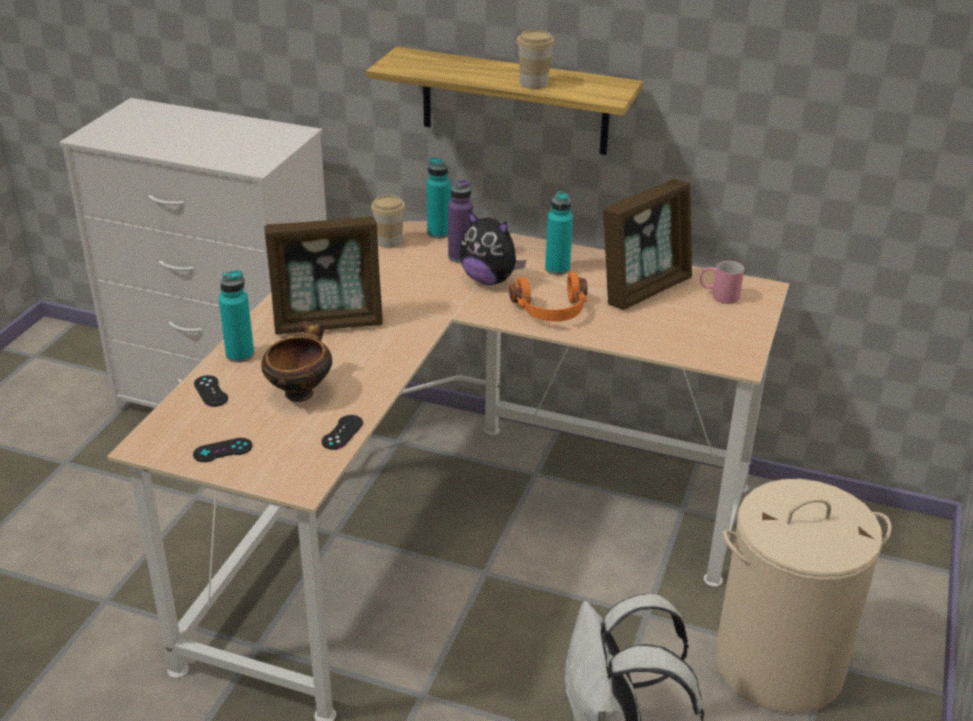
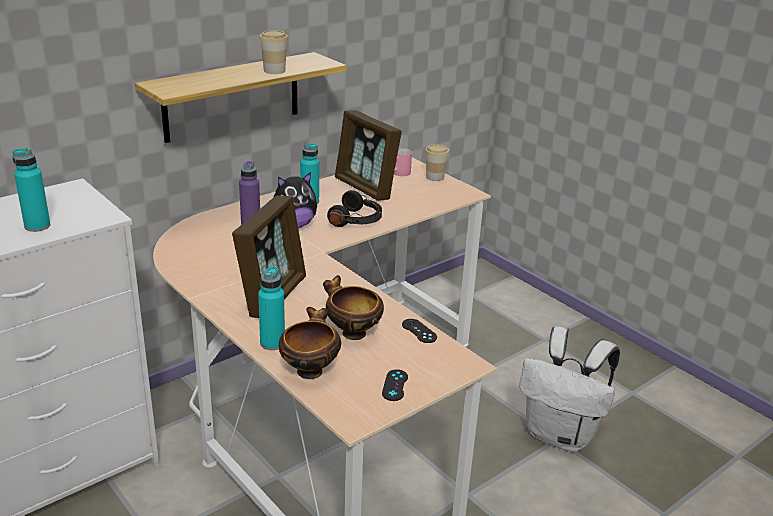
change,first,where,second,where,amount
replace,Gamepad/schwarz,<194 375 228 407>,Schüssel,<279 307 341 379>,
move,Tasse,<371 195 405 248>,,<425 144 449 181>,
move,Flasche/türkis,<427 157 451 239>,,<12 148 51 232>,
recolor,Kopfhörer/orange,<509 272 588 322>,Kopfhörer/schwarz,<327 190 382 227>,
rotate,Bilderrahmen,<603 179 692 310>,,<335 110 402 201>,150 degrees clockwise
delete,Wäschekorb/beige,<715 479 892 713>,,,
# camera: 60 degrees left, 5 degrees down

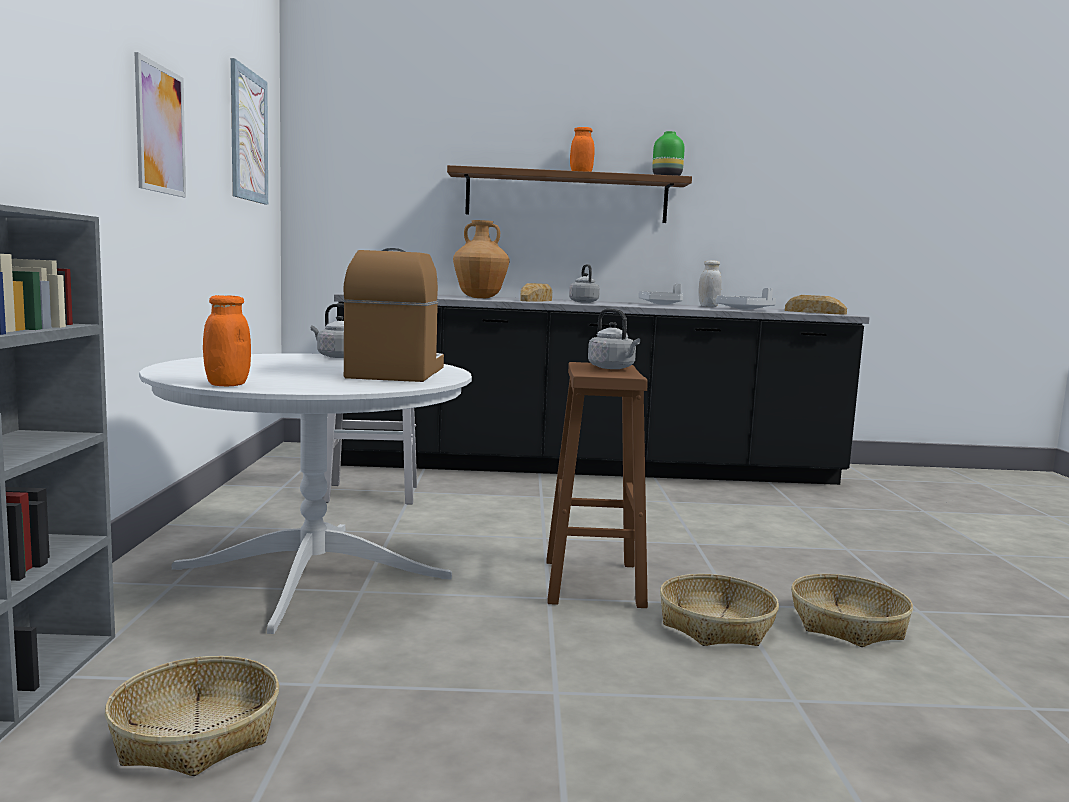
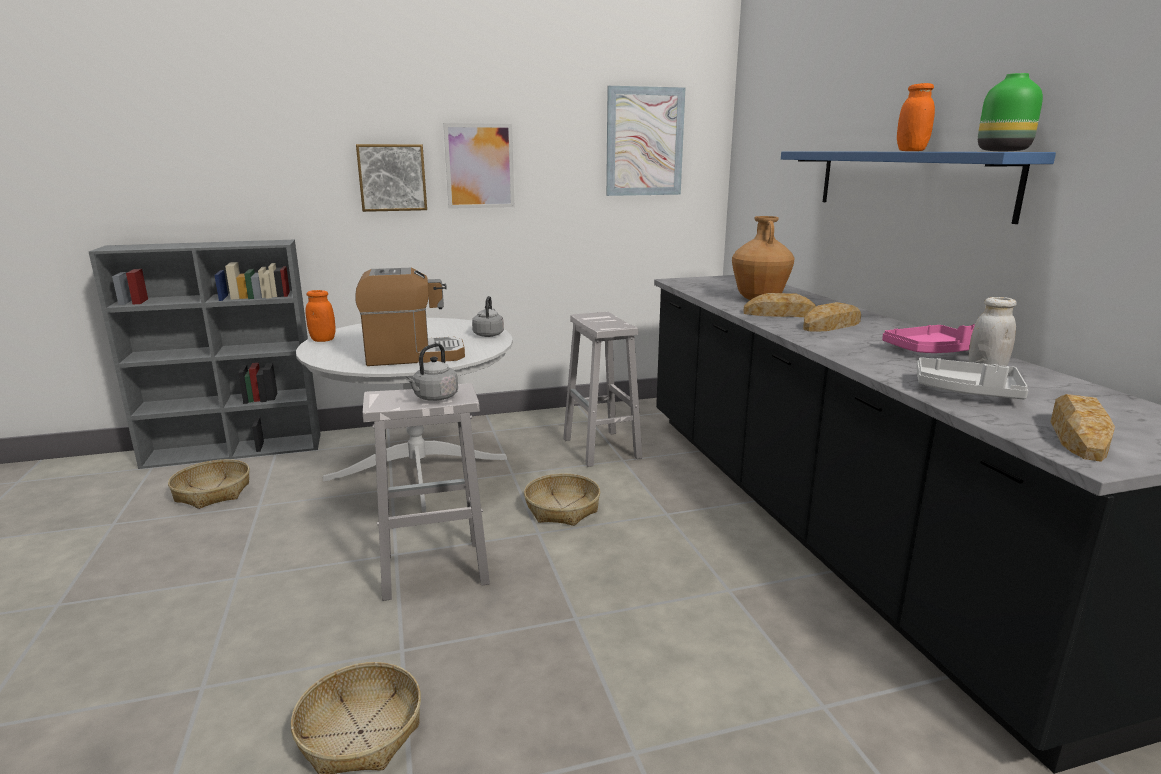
change,first,where,second,where,amount
recolor,Wandregal/braun,<447 165 692 223>,Wandregal/blau,<781 151 1056 224>,
recolor,Hocker/braun,<546 362 648 608>,Hocker/weiß,<363 383 490 601>,
replace,Wasserkessel/grau,<569 264 600 303>,Brot,<803 302 861 332>,
recolor,Tablett/grau,<638 284 683 305>,Tablett/rosa,<882 324 975 353>,
move,Korb,<660 574 779 646>,,<524 473 600 526>,
insert,,,Bild,<356 144 427 212>,
# camera: 75 degrees right, 10 degrees up

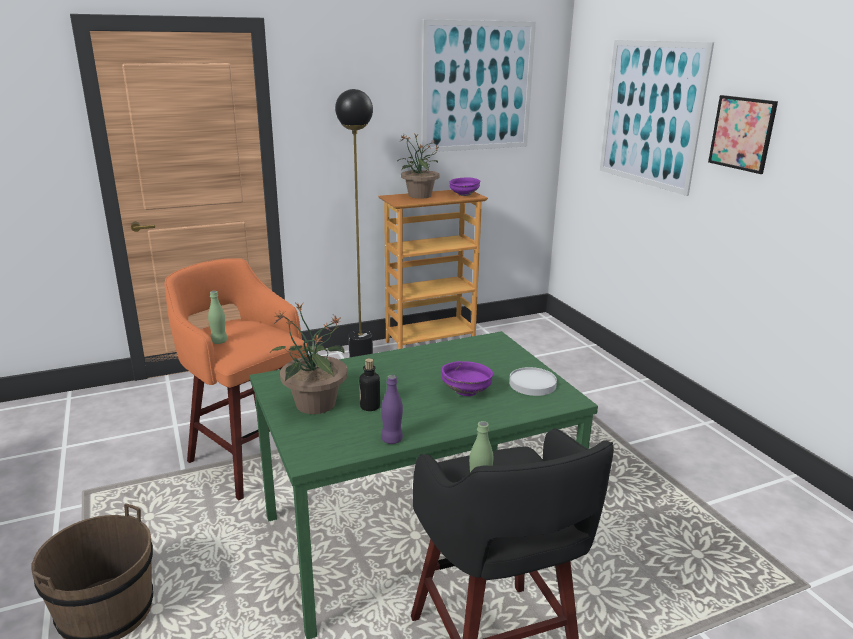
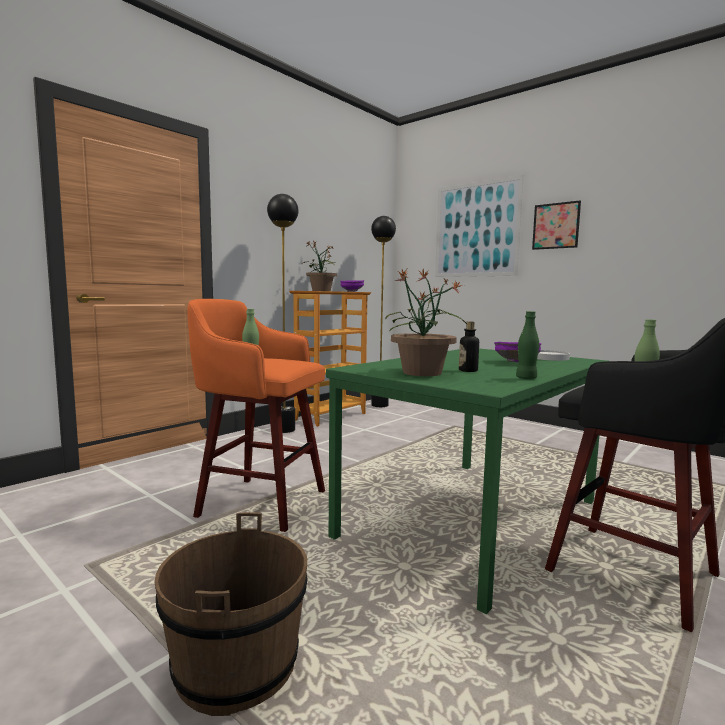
change,first,where,second,where,amount
recolor,Flasche/lila,<381 375 403 444>,Flasche/grün,<516 311 539 379>,
delete,Bild,<421 19 536 153>,,,
insert,,,Stehlampe/schwarz,<371 216 396 407>,
# camera: 25 degrees left, 15 degrees down

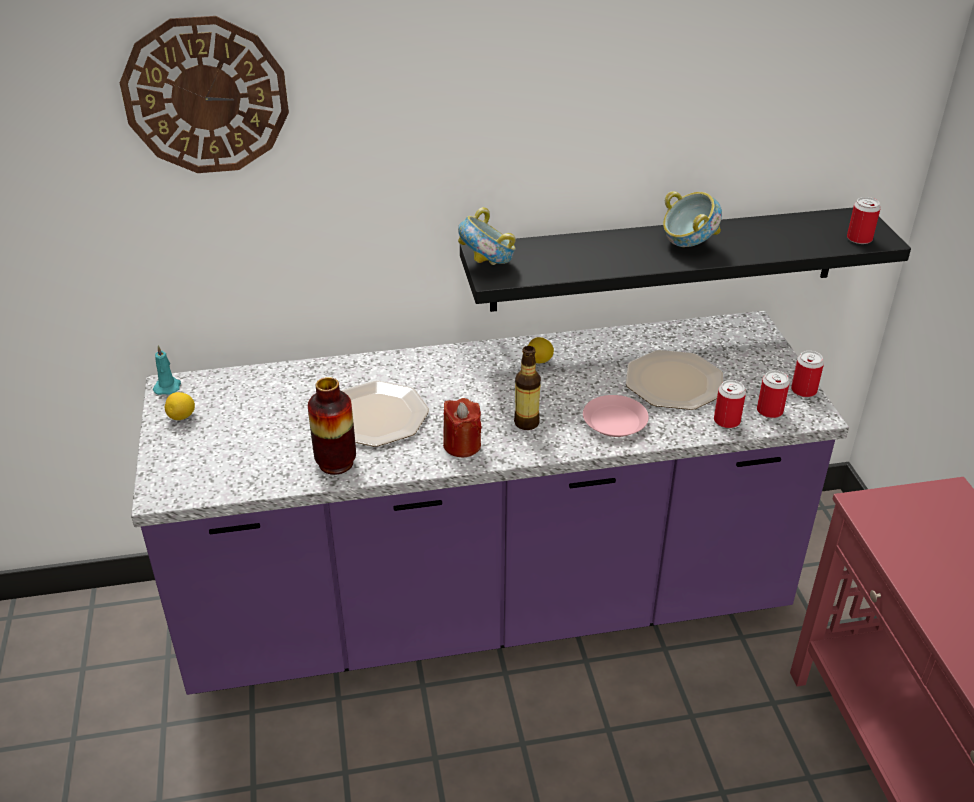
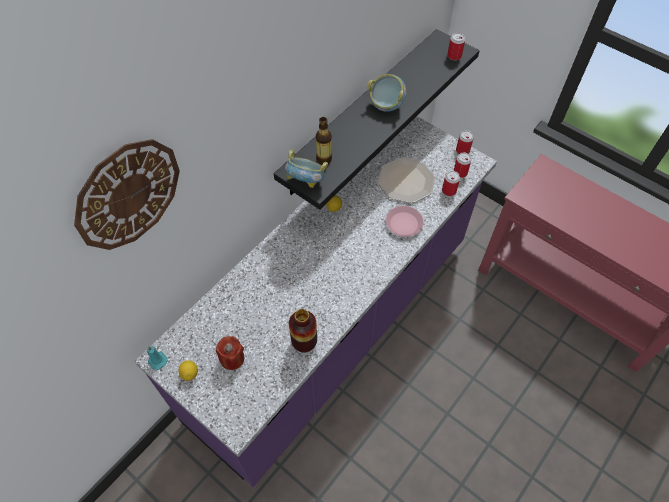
change,first,where,second,where,amount
delete,Teller,<341 381 429 447>,,,
move,Kerze/rot,<443 398 482 457>,,<216 336 244 370>,
move,Flasche,<514 346 541 430>,,<316 117 332 165>,
# camera: 40 degrees left, 20 degrees up

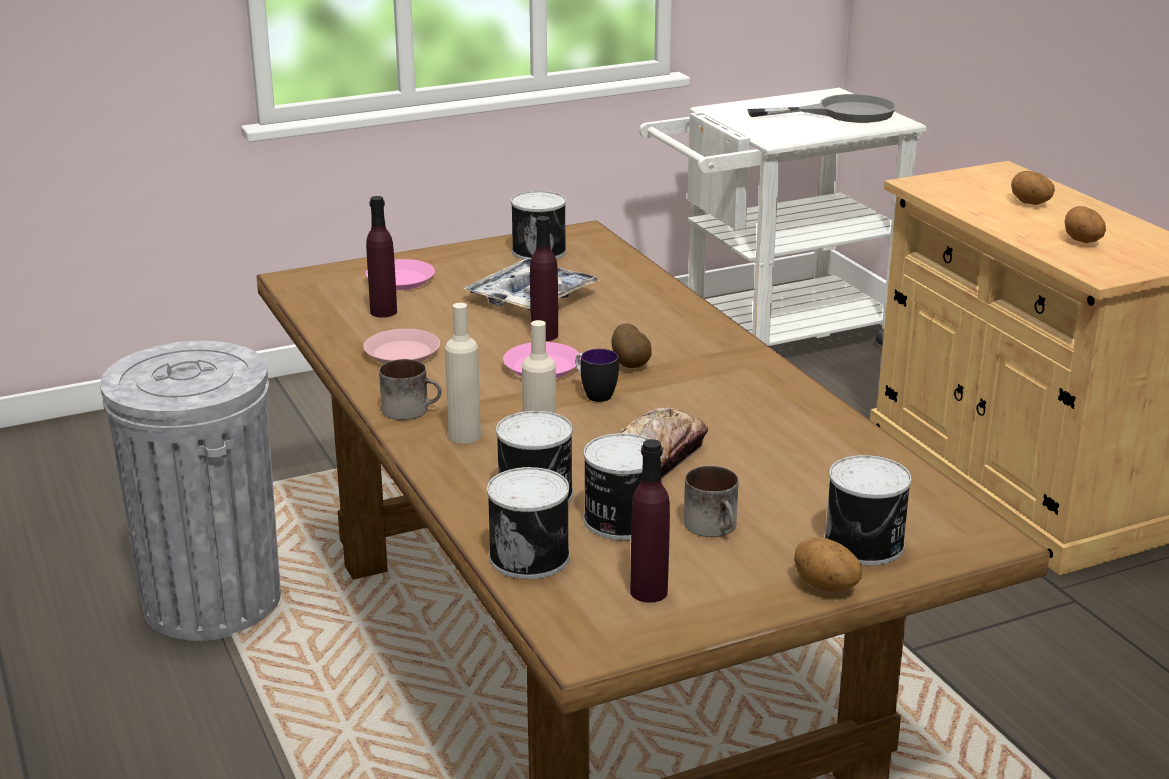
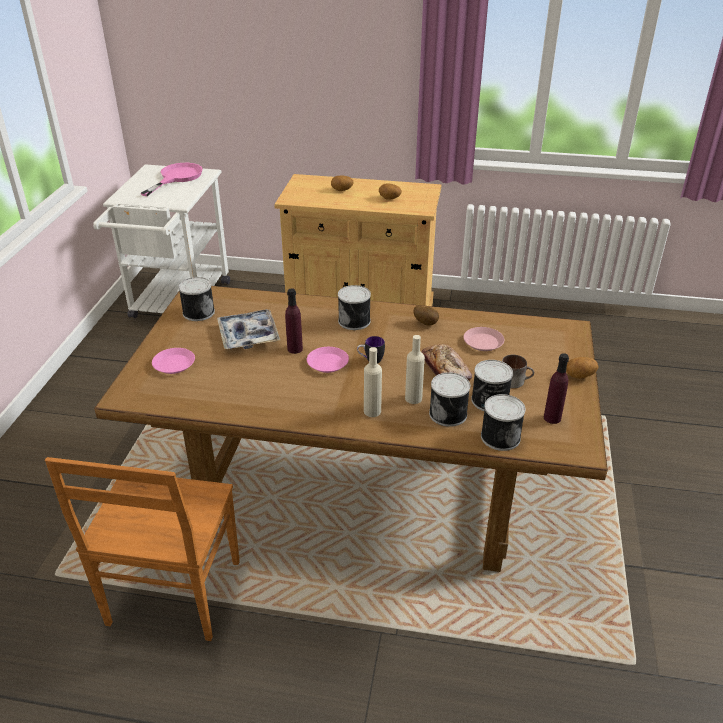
change,first,where,second,where,amount
replace,Mülleimer/grau,<100 341 281 641>,Stuhl/braun,<45 457 240 641>,
move,Teller/rosa,<363 329 440 364>,,<463 327 504 351>,
delete,Flasche/lila,<366 196 397 318>,,,
delete,Henkelbecher,<379 359 442 420>,,,
move,Kartoffel,<612 323 652 368>,,<414 305 439 325>,
recolor,Pfanne/grau,<747 94 897 123>,Pfanne/rosa,<141 163 203 196>,
move,Dose,<824 455 912 566>,,<338 285 371 330>,
# camera: 55 degrees left, 10 degrees up

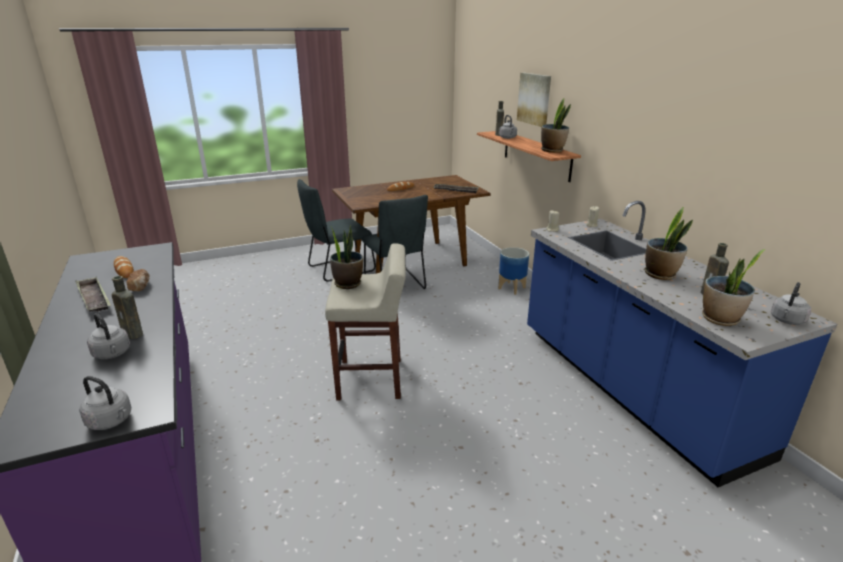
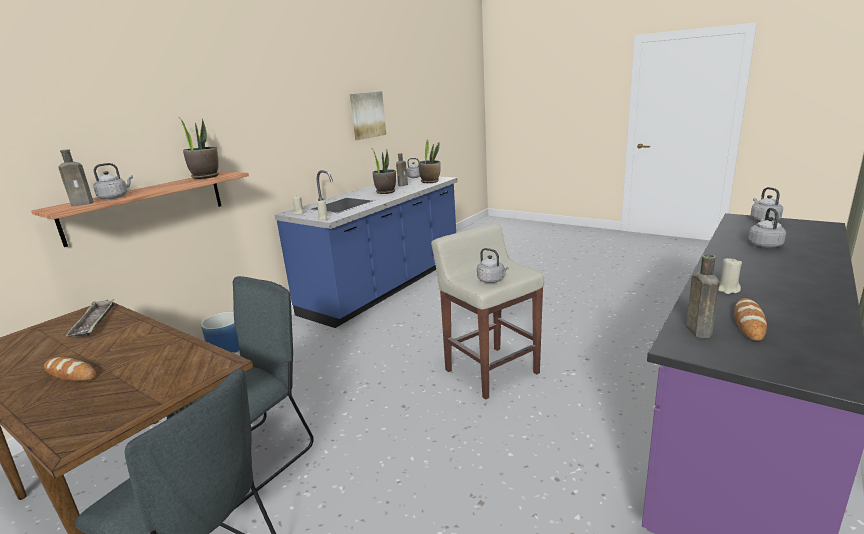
change,first,where,second,where,amount
delete,Tablett,<75 277 111 312>,,,
move,Flasche/braun,<112 276 143 339>,,<686 254 719 338>,
replace,Brot,<127 269 150 291>,Kerze/beige,<718 258 742 294>,
replace,Topfpflanze,<329 225 363 289>,Wasserkessel/grau,<477 248 508 283>,
move,Bild,<517 73 551 127>,,<350 91 386 140>,
# camera: 120 degrees left, 5 degrees down

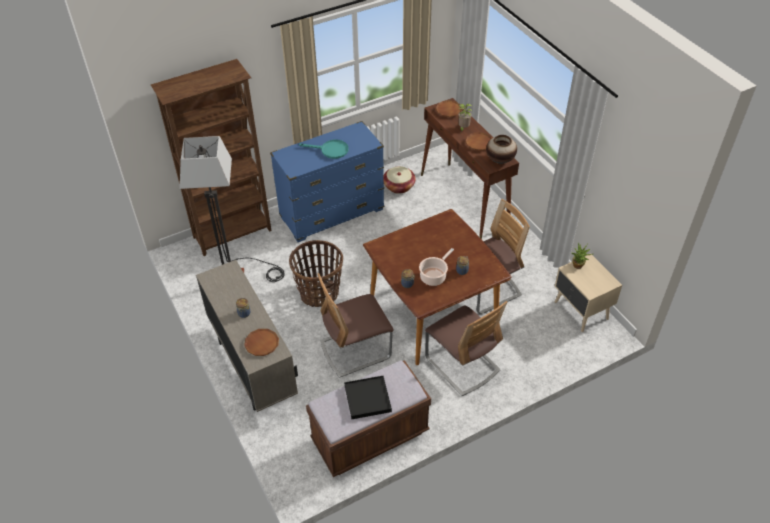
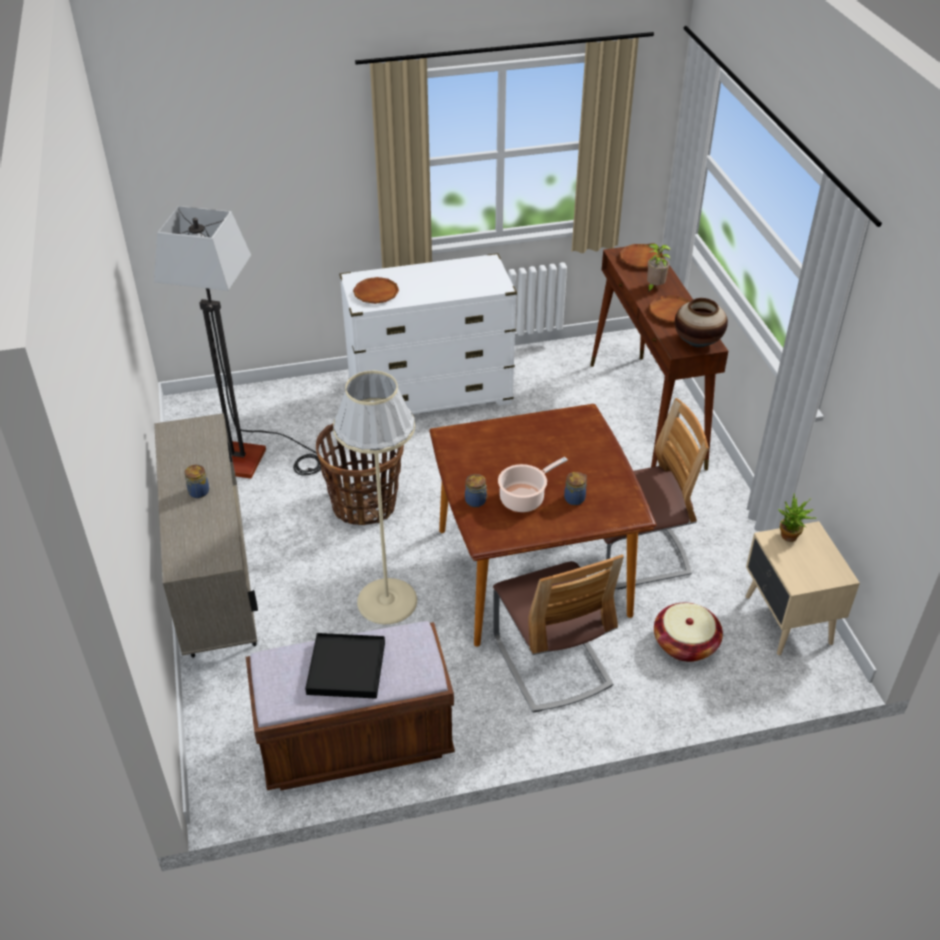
change,first,where,second,where,amount
delete,Bücherregal/braun,<151 59 272 256>,,,
move,Teller/braun,<244 329 279 356>,,<353 277 399 304>,
recolor,Kommode/blau,<270 121 384 242>,Kommode/weiß,<339 253 517 414>,
delete,Pfanne/türkis,<299 140 349 159>,,,
replace,Stuhl,<318 273 394 378>,Stehlampe/beige,<333 371 417 624>,
move,Korb,<384 166 416 194>,,<654 603 723 662>,
# camera: 15 degrees right, 5 degrees down

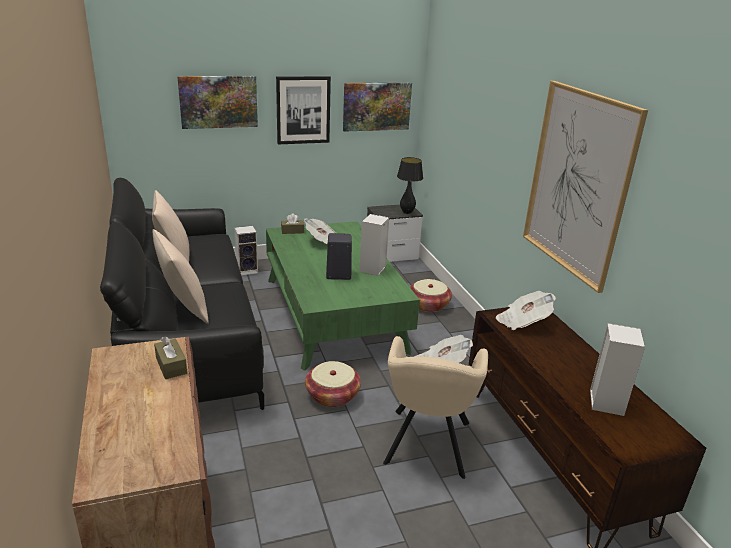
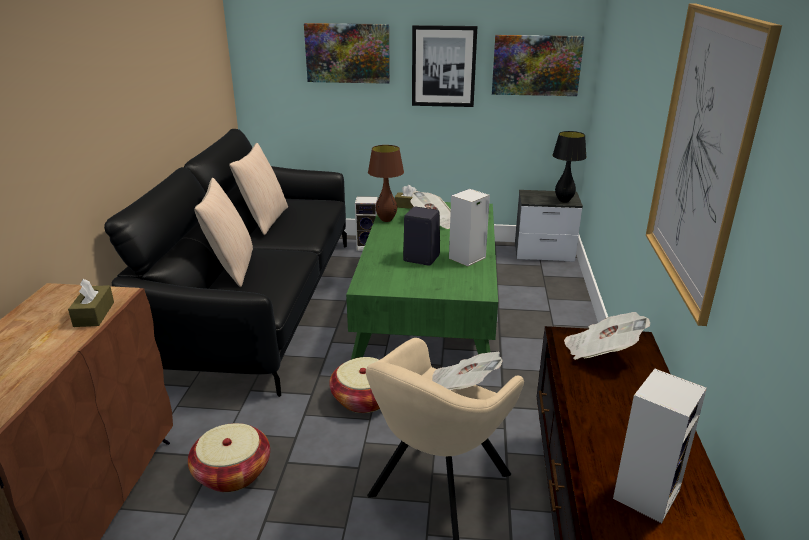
change,first,where,second,where,amount
move,Korb,<410 279 452 312>,,<188 423 270 492>,
insert,,,Tischlampe/braun,<368 145 404 222>,
# camera: 25 degrees right, 0 degrees up

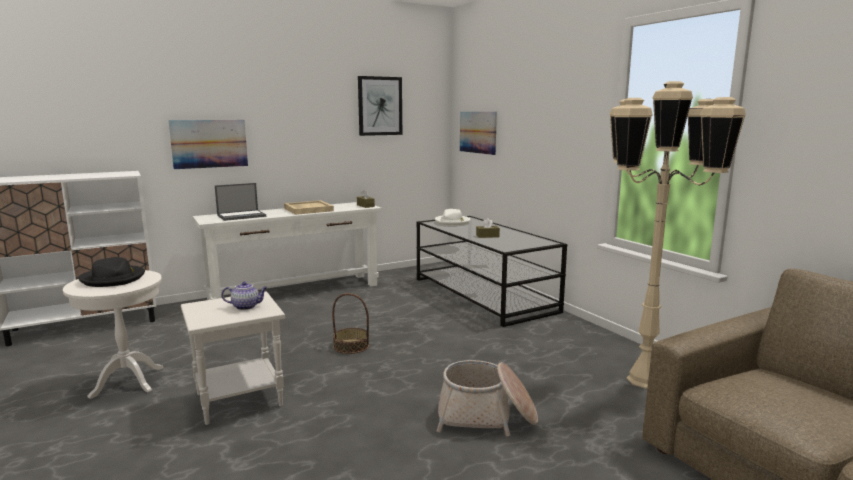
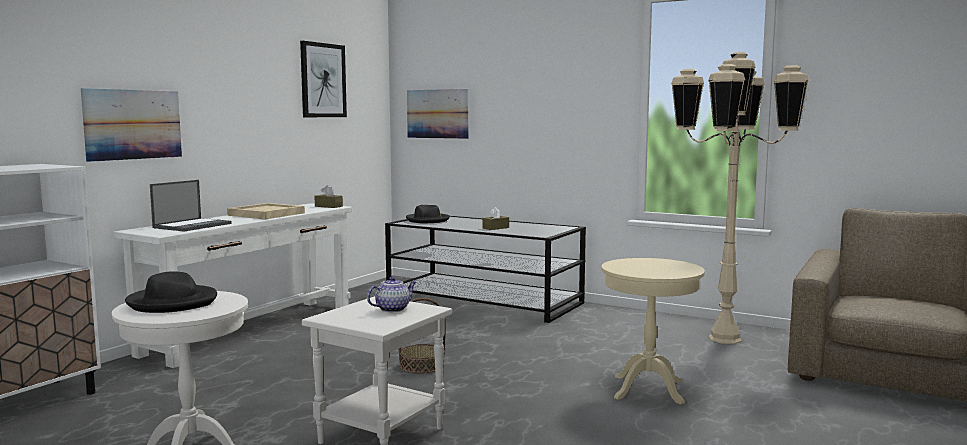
change,first,where,second,where,amount
recolor,Hut/weiß,<435 209 471 225>,Hut/schwarz,<406 205 450 224>,
replace,Korb,<437 360 538 436>,Beistelltisch/beige,<601 258 705 405>,
# camera: 30 degrees left, 5 degrees down

